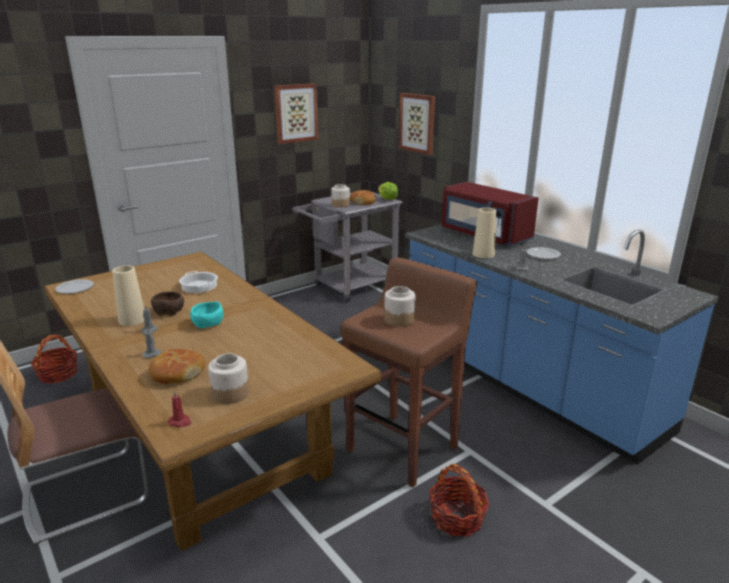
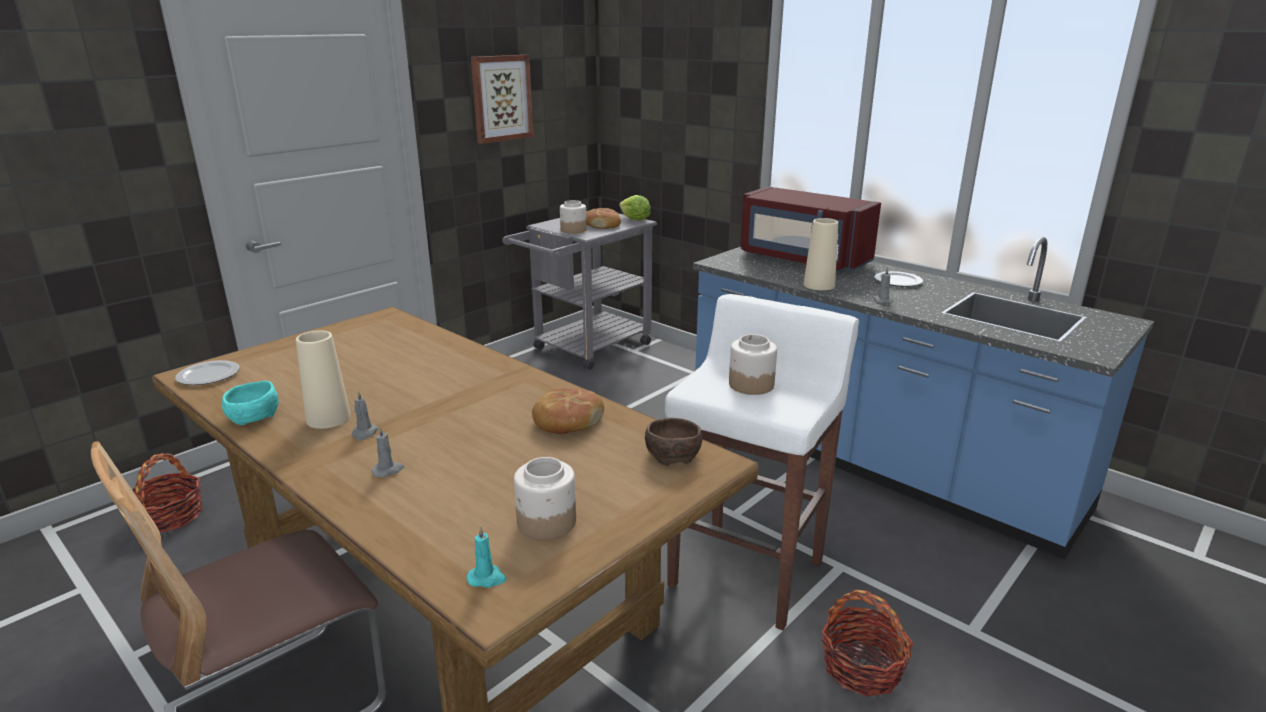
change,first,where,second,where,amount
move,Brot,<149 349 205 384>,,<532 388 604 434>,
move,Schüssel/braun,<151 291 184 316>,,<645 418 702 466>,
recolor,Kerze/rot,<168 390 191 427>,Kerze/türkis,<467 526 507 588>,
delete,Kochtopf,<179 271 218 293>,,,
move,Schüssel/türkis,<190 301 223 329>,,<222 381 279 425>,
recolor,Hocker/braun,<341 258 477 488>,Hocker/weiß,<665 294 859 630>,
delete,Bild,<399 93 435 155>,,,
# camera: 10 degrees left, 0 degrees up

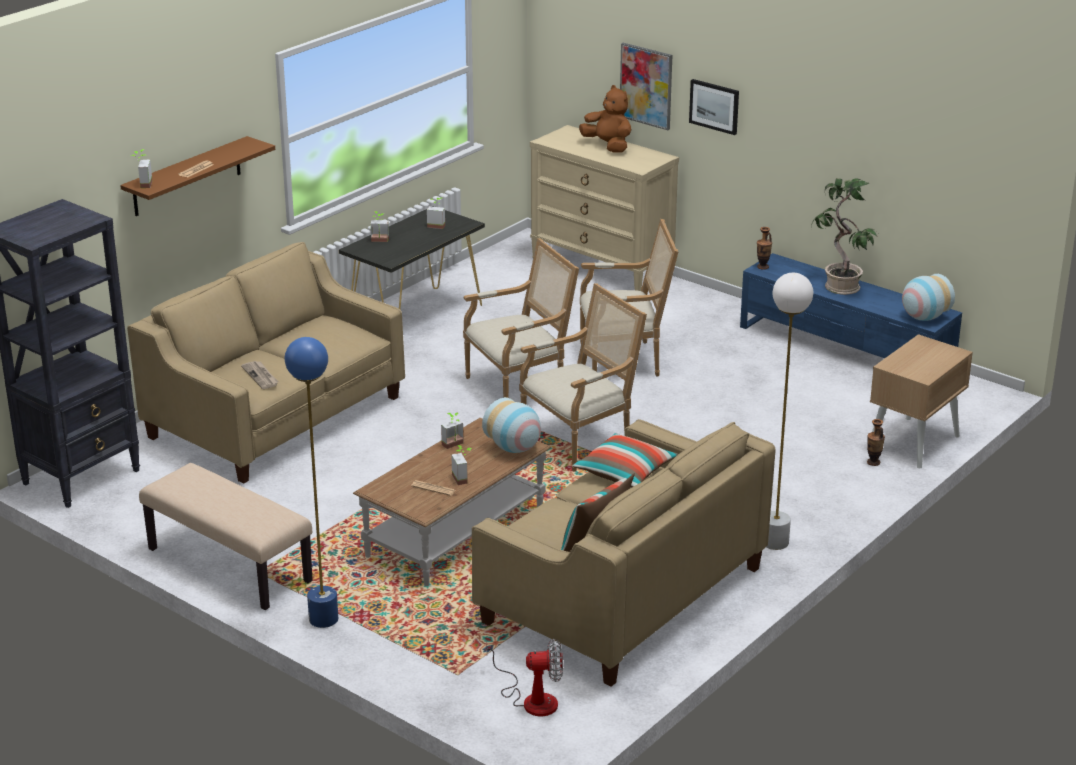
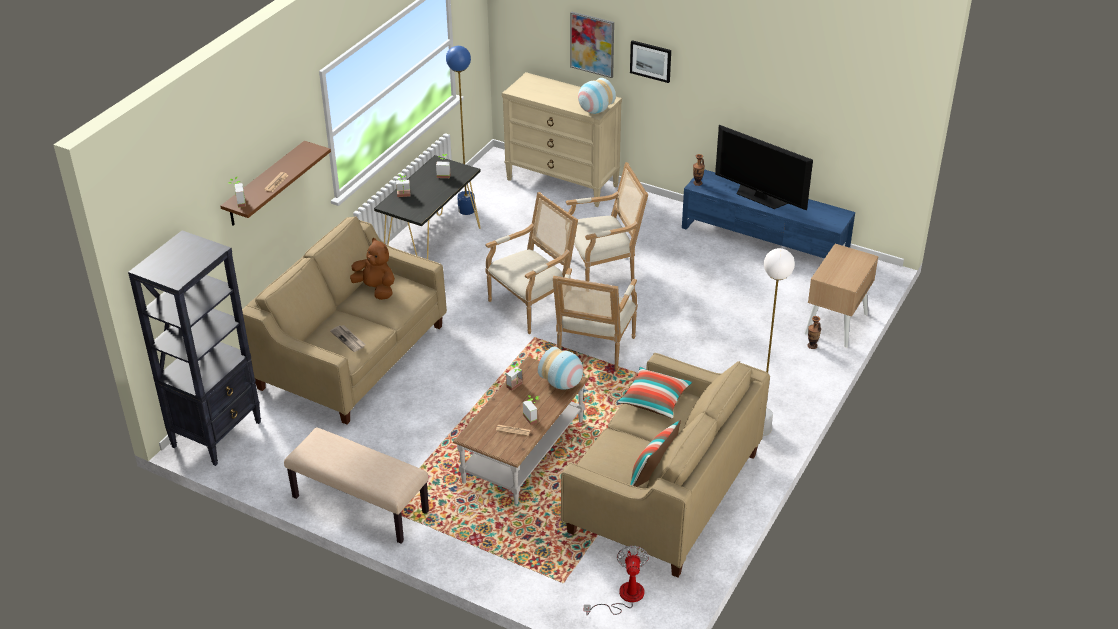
change,first,where,second,where,amount
move,Stehlampe/blau,<285 337 338 628>,,<446 46 475 215>,
rotate,Ventilator,<486 639 563 716>,,<584 545 649 615>,75 degrees counterclockwise
rotate,Sessel,<519 283 647 472>,,<553 268 637 371>,150 degrees clockwise
move,Plüschtier/braun,<579 85 632 153>,,<350 238 395 300>,
replace,Topfpflanze,<811 178 877 295>,Fernseher,<715 125 813 210>,
move,Vase,<902 274 955 321>,,<578 78 616 114>,
# camera: 10 degrees left, 10 degrees up

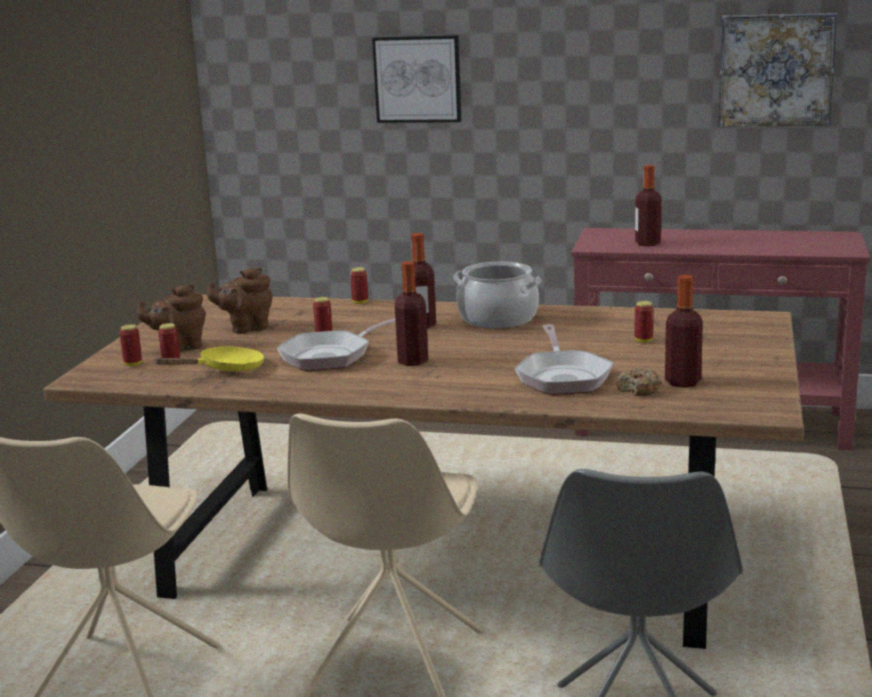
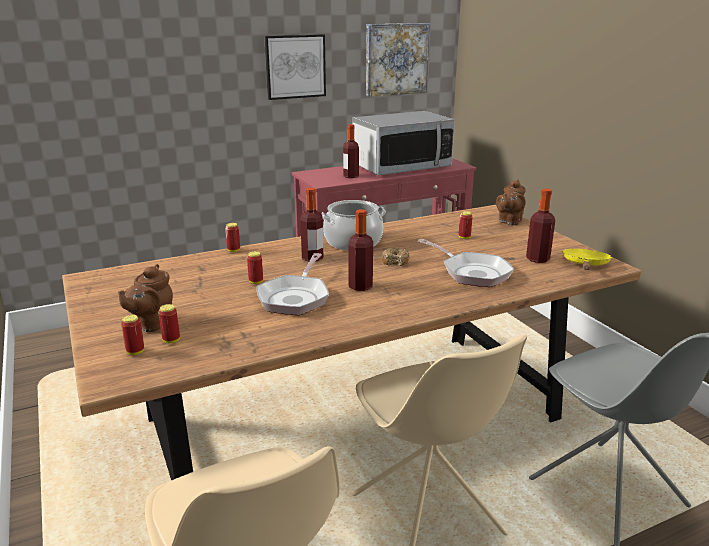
change,first,where,second,where,amount
move,Pfanne/gelb,<154 346 265 371>,,<562 249 612 270>,
move,Teekanne/braun,<207 267 273 333>,,<496 179 526 225>,
move,Bild,<372 35 461 123>,,<264 34 326 100>,
move,Donut,<617 368 662 396>,,<382 247 410 266>,
insert,,,Mikrowelle,<352 111 455 175>,
# camera: 40 degrees left, 5 degrees up

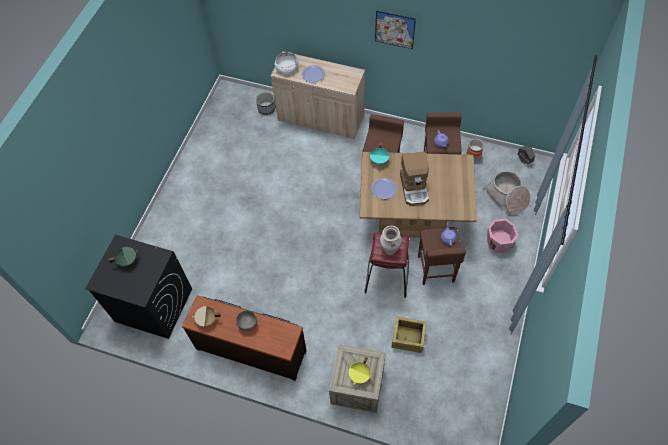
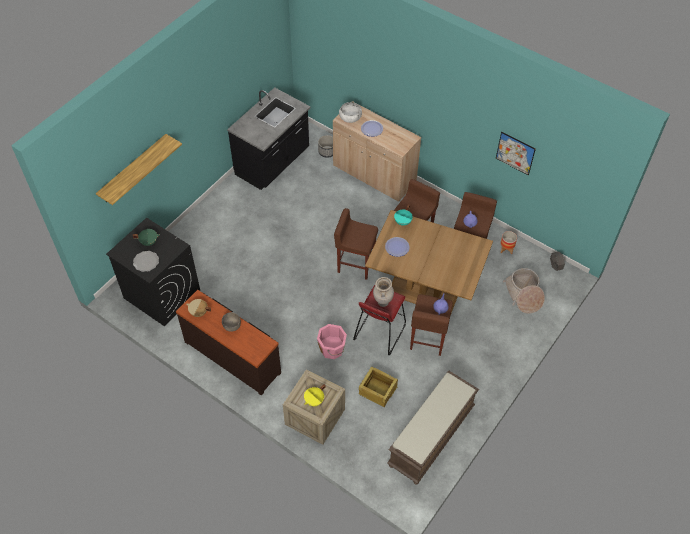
change,first,where,second,where,amount
move,Bild,<375 11 416 49>,,<496 132 536 175>,
delete,Kaffeemaschine,<400 152 429 206>,,,
move,Eimer/rosa,<487 218 518 253>,,<317 324 347 359>,
insert,,,Wandregal,<96 134 182 205>,
insert,,,Teller,<133 251 159 272>,
insert,,,Küchenzeile/schwarz,<227 87 310 190>,
insert,,,Hocker/braun,<334 208 378 280>,
insert,,,Bank/braun,<387 370 479 485>,
# camera: 15 degrees right, 5 degrees down

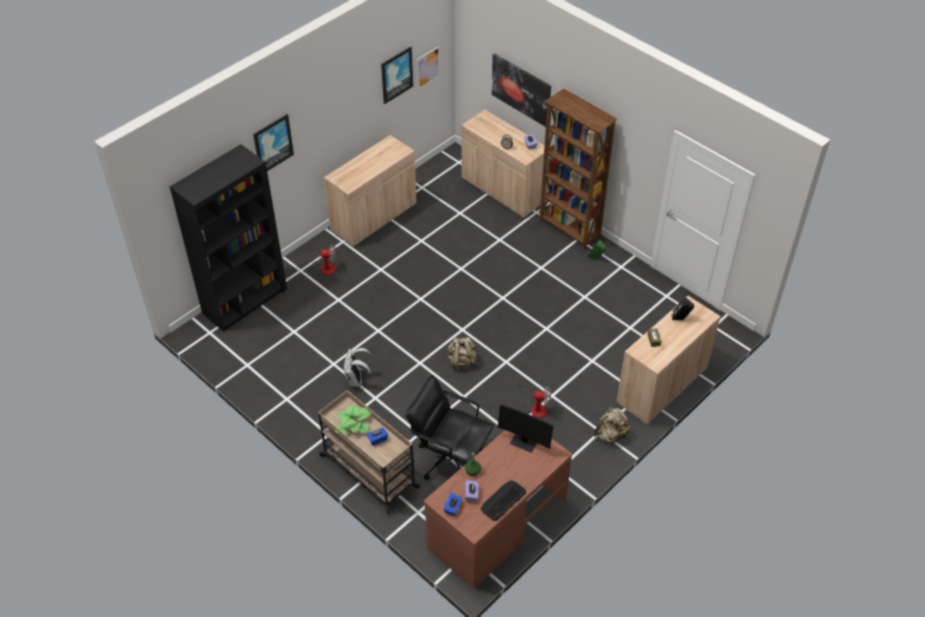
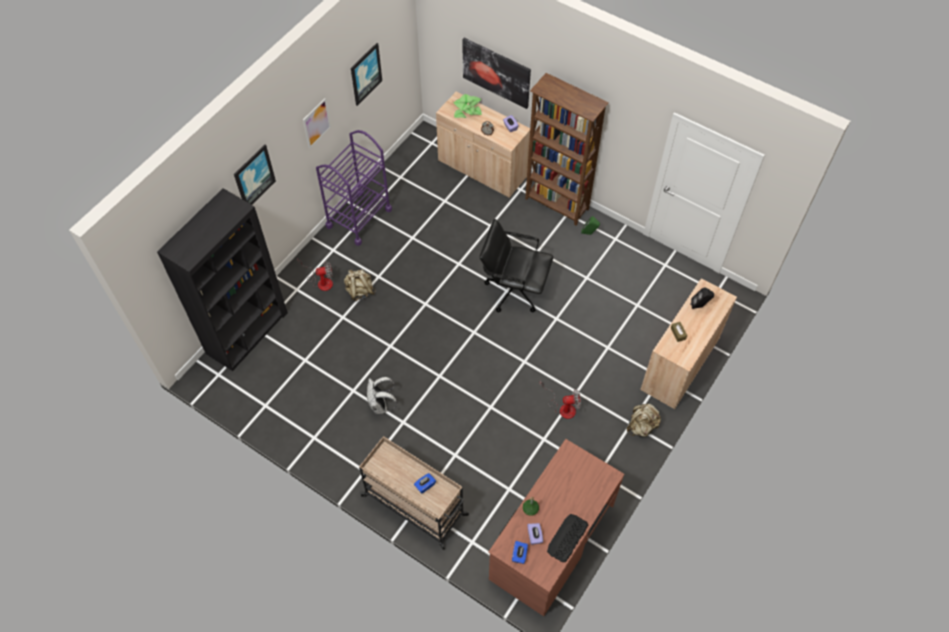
change,first,where,second,where,amount
replace,Schrank/beige,<324 135 417 247>,Rollwagen/lila,<316 130 392 246>,
move,Topfpflanze,<335 405 372 435>,,<453 94 482 118>,
move,Bürostuhl/schwarz,<405 375 494 480>,,<480 219 553 313>,
move,Bild,<417 46 440 90>,,<303 98 331 148>,
move,Rucksack/beige,<448 337 479 370>,,<344 269 376 301>,
delete,Monitor,<498 404 554 453>,,,
# camera: 10 degrees left, 10 degrees up

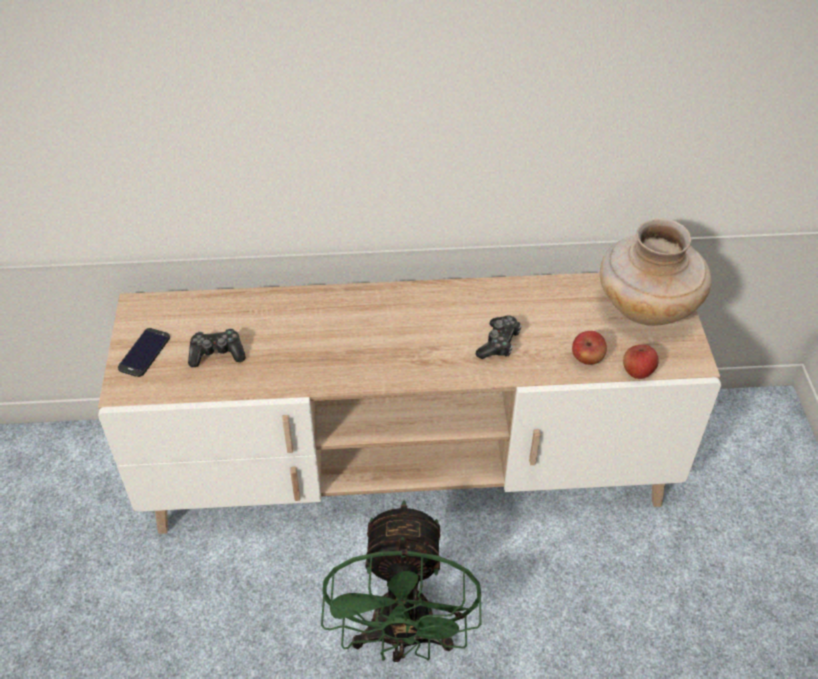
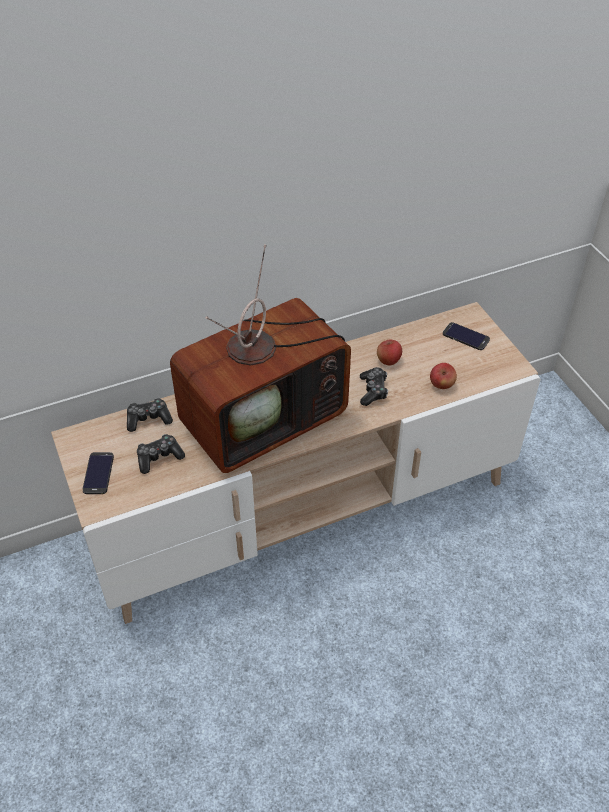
change,first,where,second,where,amount
delete,Ventilator/grün,<321 501 481 662>,,,
replace,Vase/beige,<600 218 711 326>,Handy,<443 322 490 350>,
move,Apfel,<623 345 659 379>,,<377 340 402 365>,
insert,,,Gamepad,<127 398 173 432>,
insert,,,Fernseher,<170 244 351 473>,
# camera: 20 degrees left, 0 degrees up

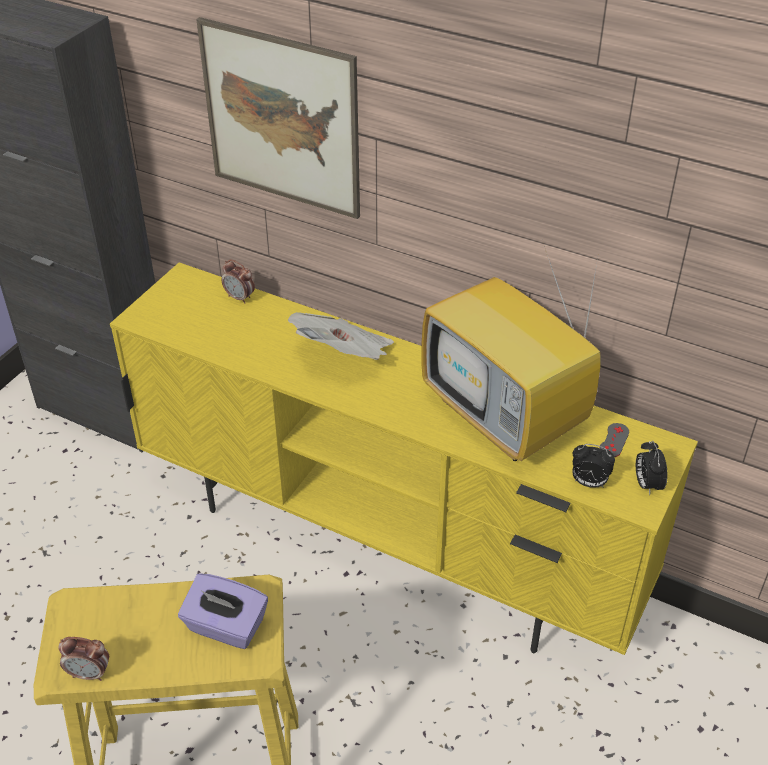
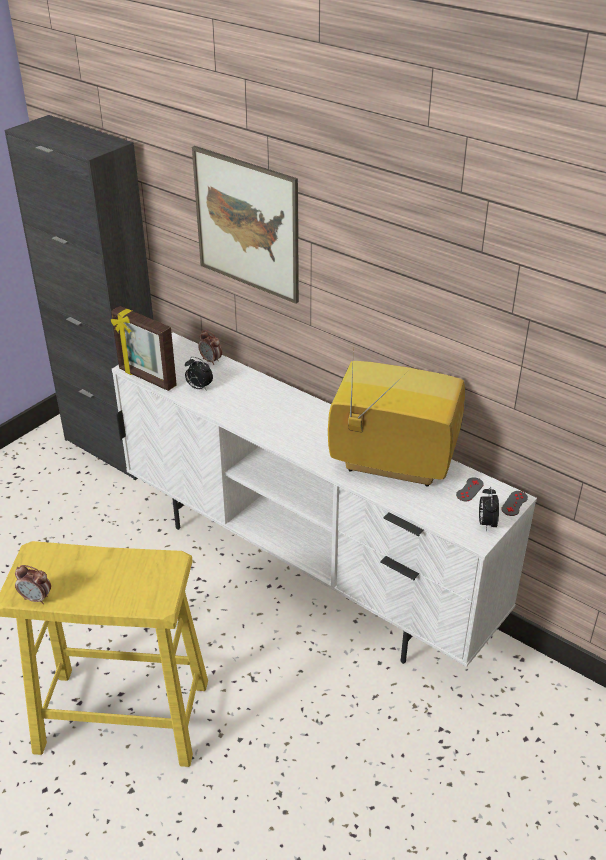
change,first,where,second,where,amount
recolor,Fernsehschrank/gelb,<110 262 698 655>,Fernsehschrank/weiß,<112 333 537 667>,
delete,Taschentuchbox/lila,<178 573 268 649>,,,
delete,Zeitung,<288 312 394 360>,,,
rotate,Fernseher,<421 246 601 461>,,<328 344 465 487>,135 degrees clockwise
move,Wecker,<572 444 615 488>,,<185 357 213 391>,
insert,,,Bilderrahmen,<111 306 177 391>,
insert,,,Gamepad/grau,<501 491 528 516>,
# camera: 10 degrees right, 5 degrees down

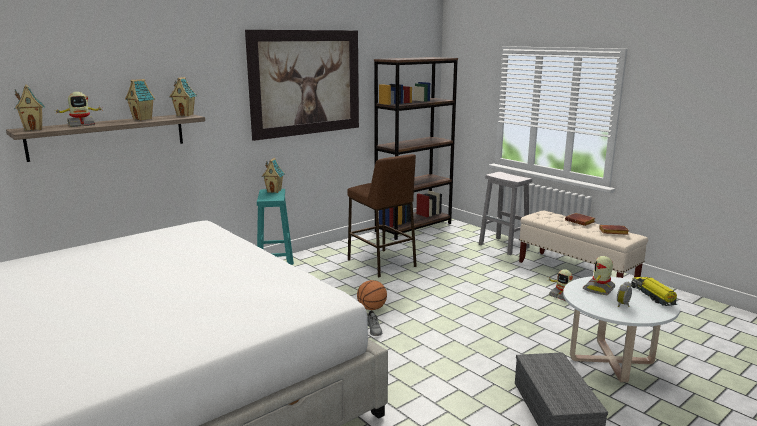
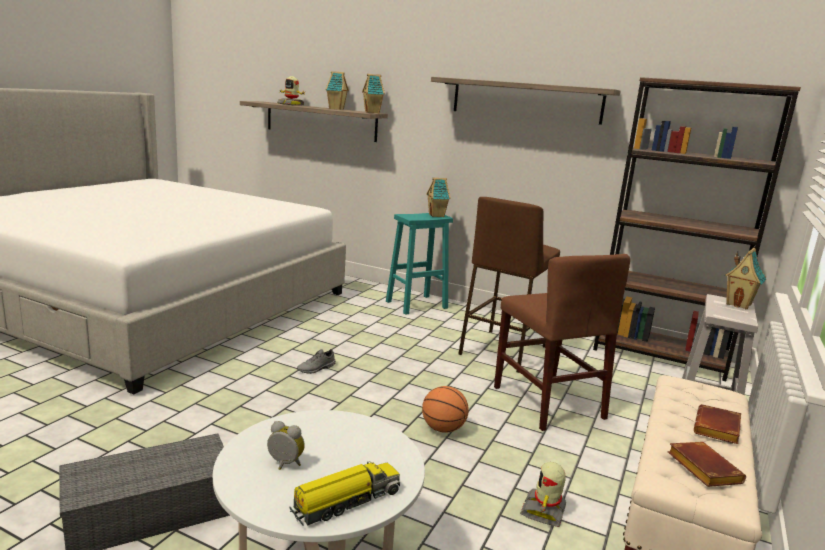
change,first,where,second,where,amount
move,Spielzeughaus,<14 84 45 131>,,<725 248 766 309>,
replace,Bild,<245 30 359 141>,Wandregal,<431 77 621 125>,
move,Basketball,<357 280 387 310>,,<422 386 469 433>,
delete,Spielzeugroboter,<583 256 615 296>,,,
insert,,,Stuhl/braun,<494 254 630 431>,
# camera: 65 degrees right, 0 degrees up

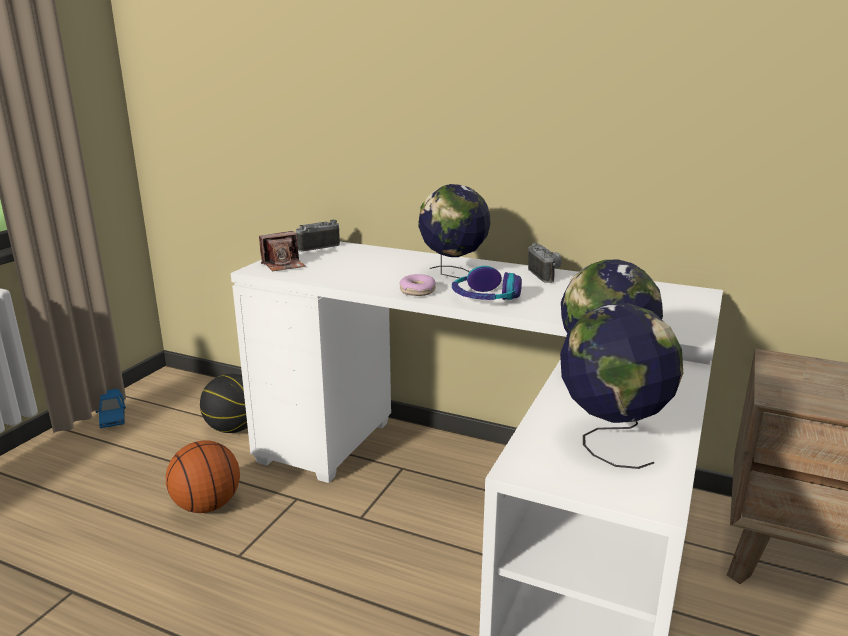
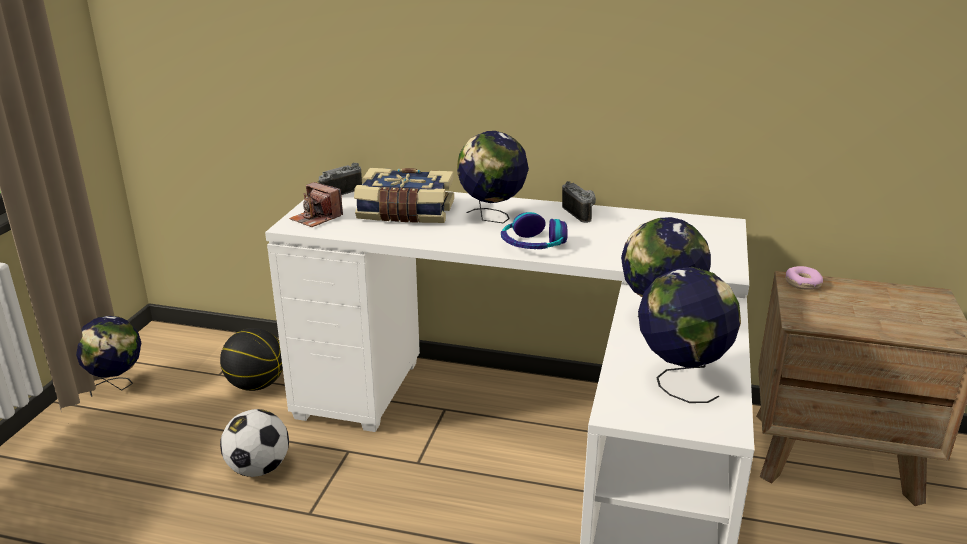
change,first,where,second,where,amount
replace,Spielzeugauto/blau,<96 389 126 428>,Globus,<76 316 141 397>,
replace,Basketball,<166 441 240 513>,Fußball,<220 409 289 477>,
rotate,Kamera,<259 231 305 271>,,<289 182 343 227>,75 degrees clockwise
move,Donut,<399 274 436 296>,,<785 266 823 290>,
insert,,,Buch,<354 168 454 223>,
# camera: 10 degrees left, 5 degrees up

